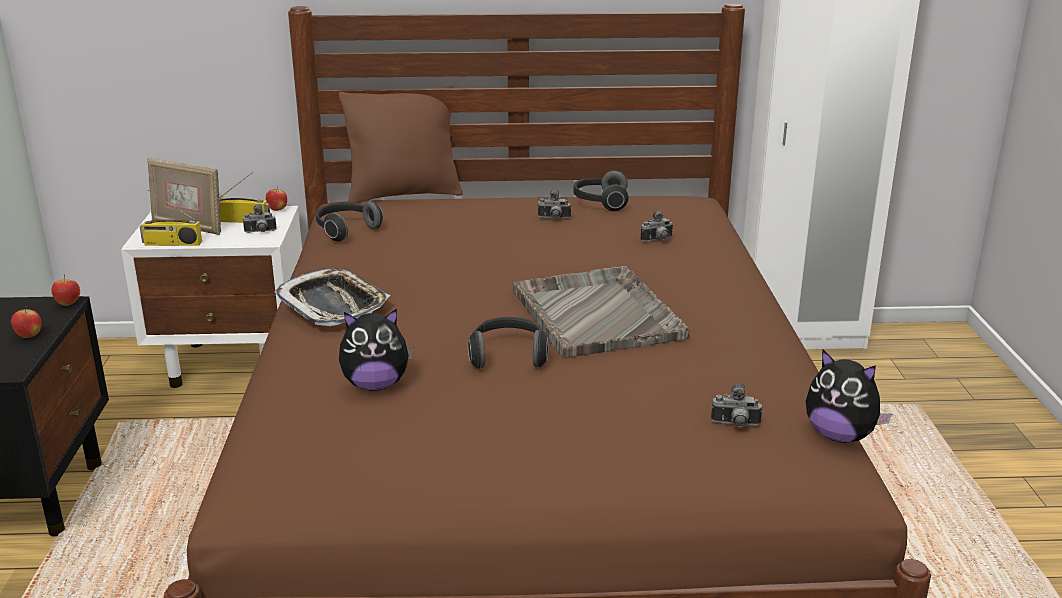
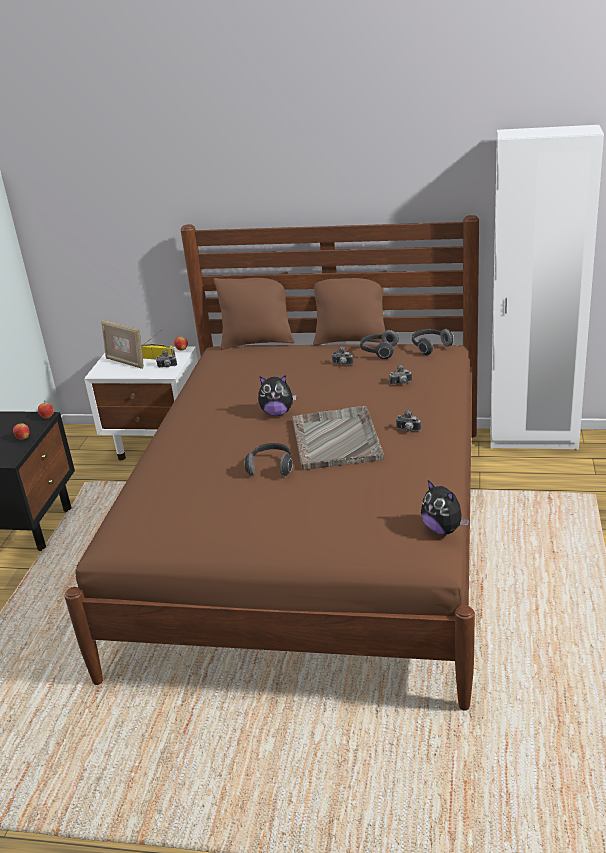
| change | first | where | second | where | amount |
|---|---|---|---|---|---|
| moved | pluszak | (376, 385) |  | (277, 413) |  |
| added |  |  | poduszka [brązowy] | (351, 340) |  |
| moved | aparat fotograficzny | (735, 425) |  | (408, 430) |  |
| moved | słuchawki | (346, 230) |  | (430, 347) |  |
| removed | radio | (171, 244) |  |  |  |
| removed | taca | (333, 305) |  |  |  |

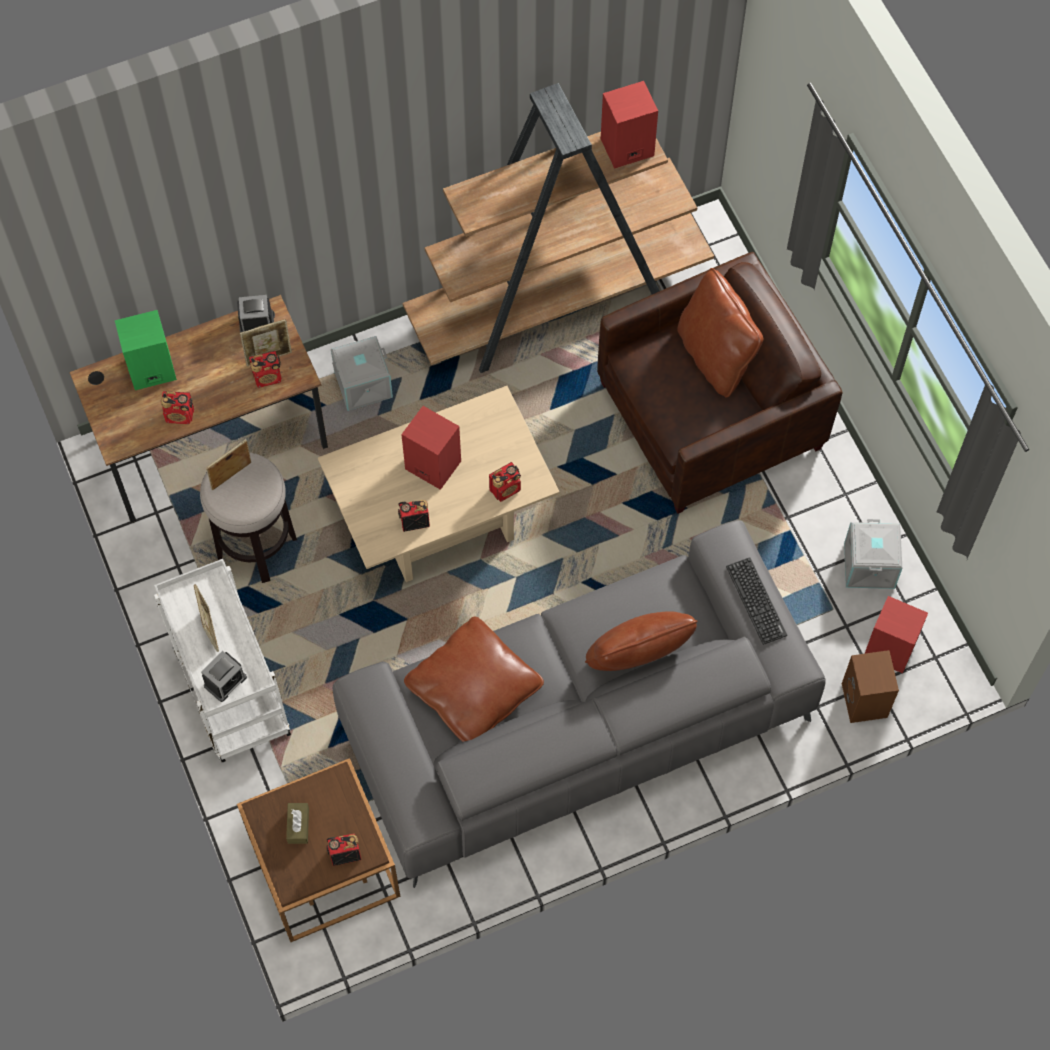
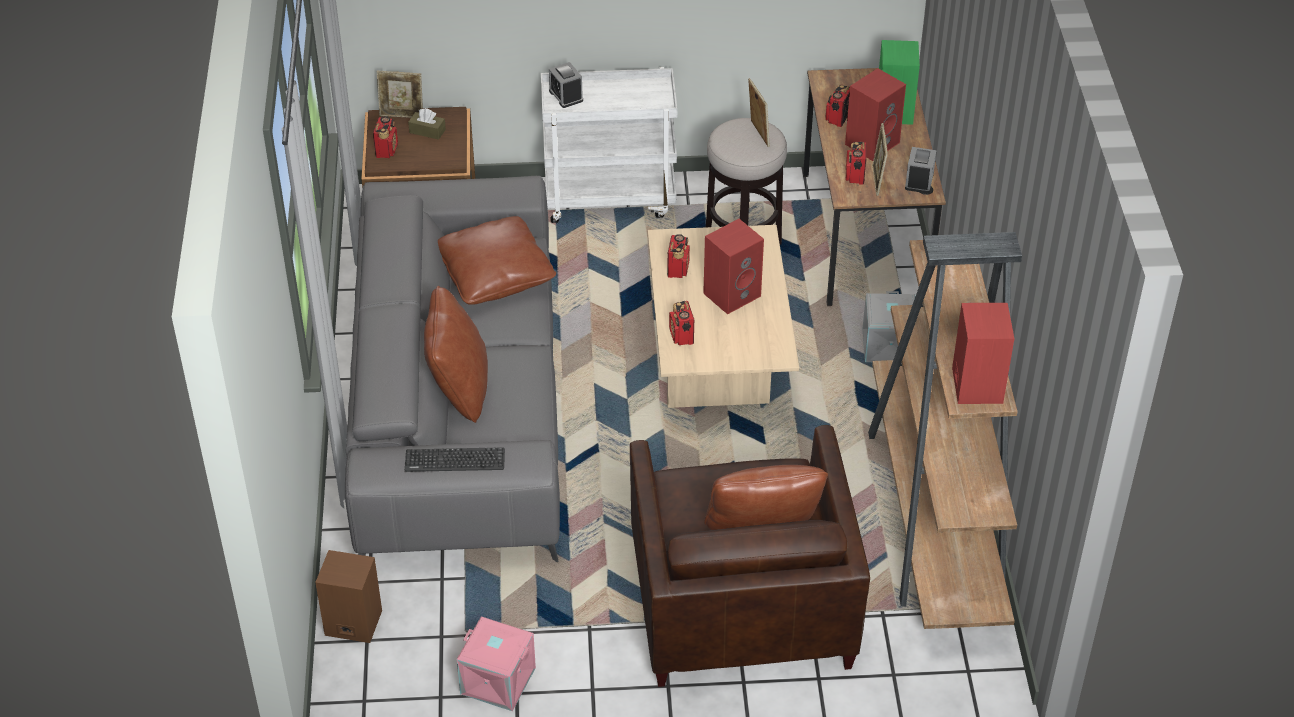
| change | first | where | second | where | amount |
|---|---|---|---|---|---|
| moved | ramka na zdjęcie | (210, 629) |  | (402, 115) |  |
| recoloured | pojemnik do przechowywania [szary] | (870, 566) | pojemnik do przechowywania [różowy] | (497, 681) |  |
| moved | głośnik [czerwony] | (888, 649) |  | (872, 142) |  |

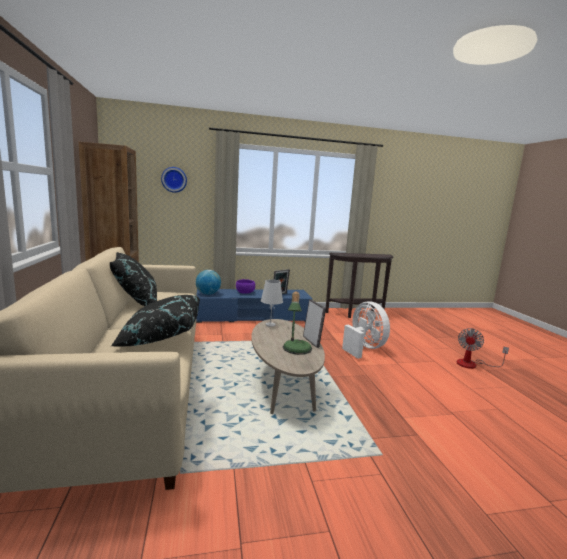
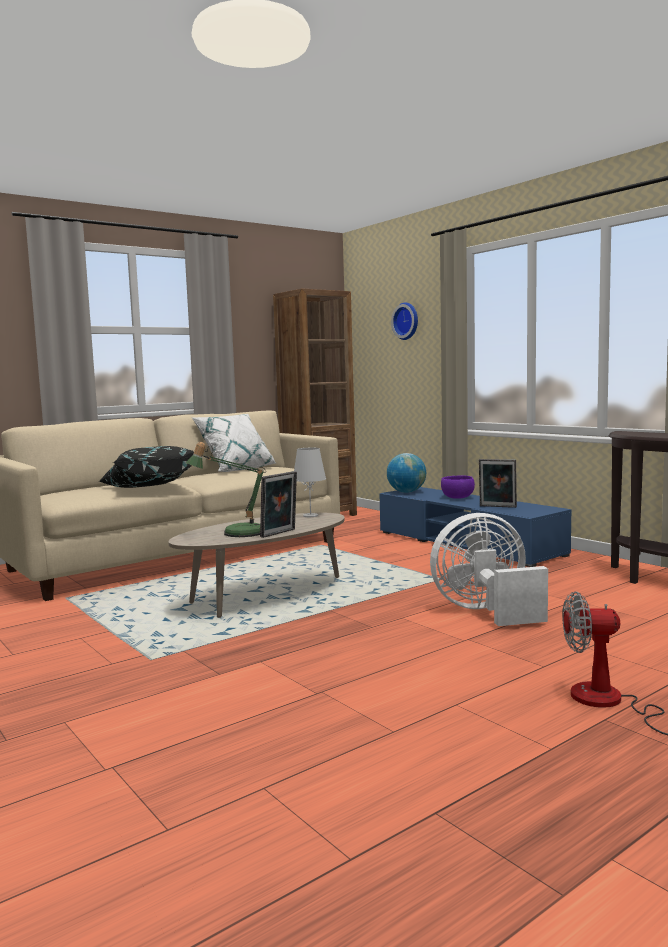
| change | first | where | second | where | amount |
|---|---|---|---|---|---|
| recoloured | poduszka [czarny] | (135, 301) | poduszka [biały] | (237, 469) |  |
| turned | wentylator [biały] | (363, 348) |  | (486, 612) | 135 degrees counterclockwise |

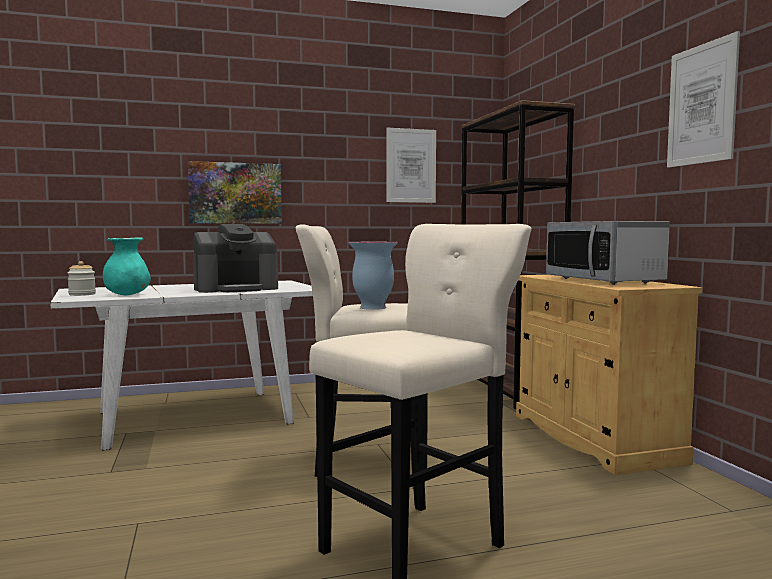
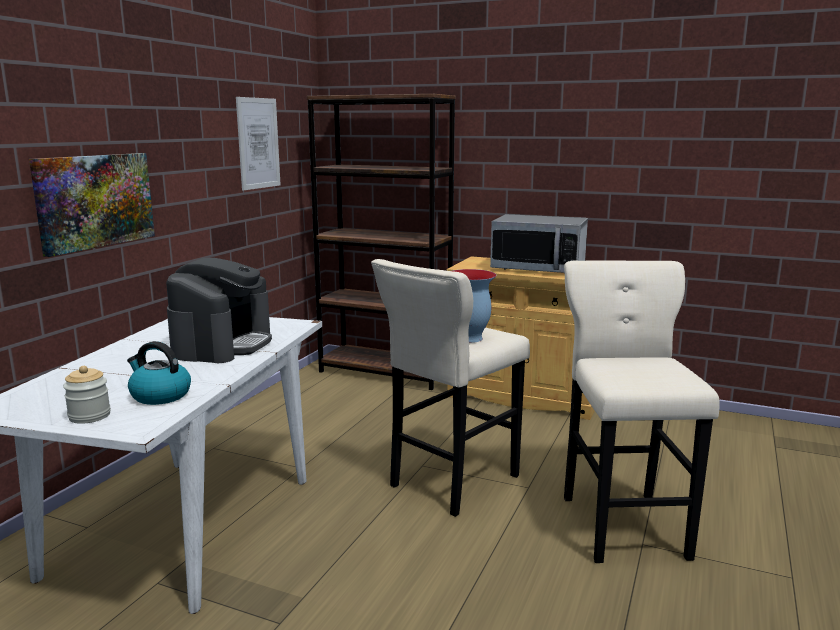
| change | first | where | second | where | amount |
|---|---|---|---|---|---|
| replaced | wazon [turkusowy] | (127, 294) | czajnik | (159, 395) |  |
| removed | obraz | (701, 104) |  |  |  |

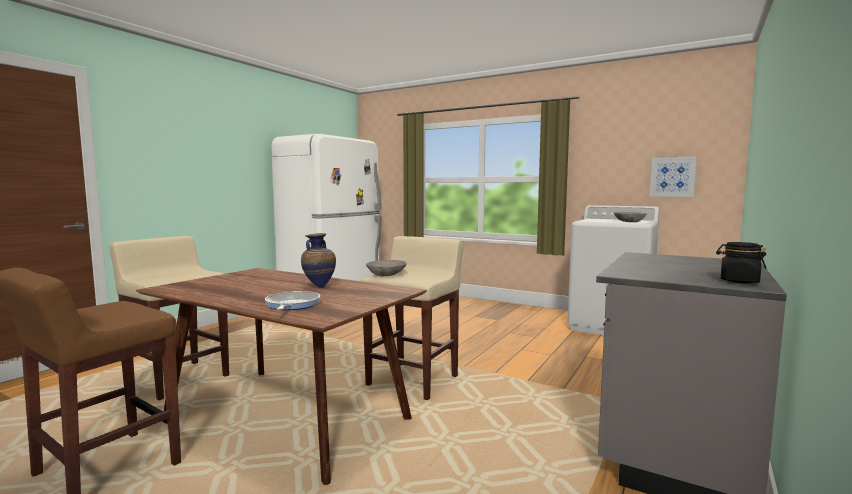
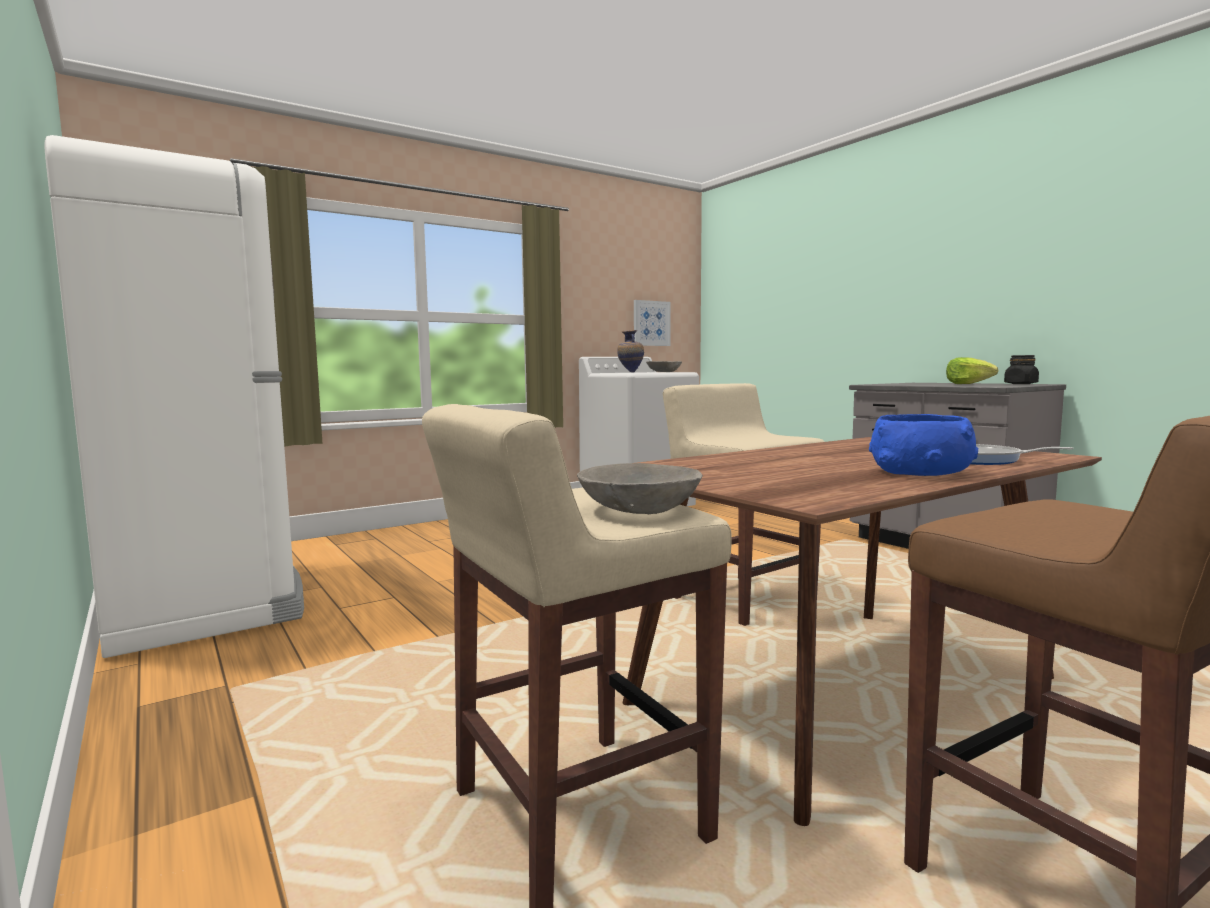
| change | first | where | second | where | amount |
|---|---|---|---|---|---|
| moved | miska [szary] | (386, 274) |  | (638, 509) |  |
| moved | wazon | (319, 287) |  | (630, 372) |  |
| added |  |  | miska [niebieski] | (921, 472) |  |
| added |  |  | sałata | (967, 384) |  |

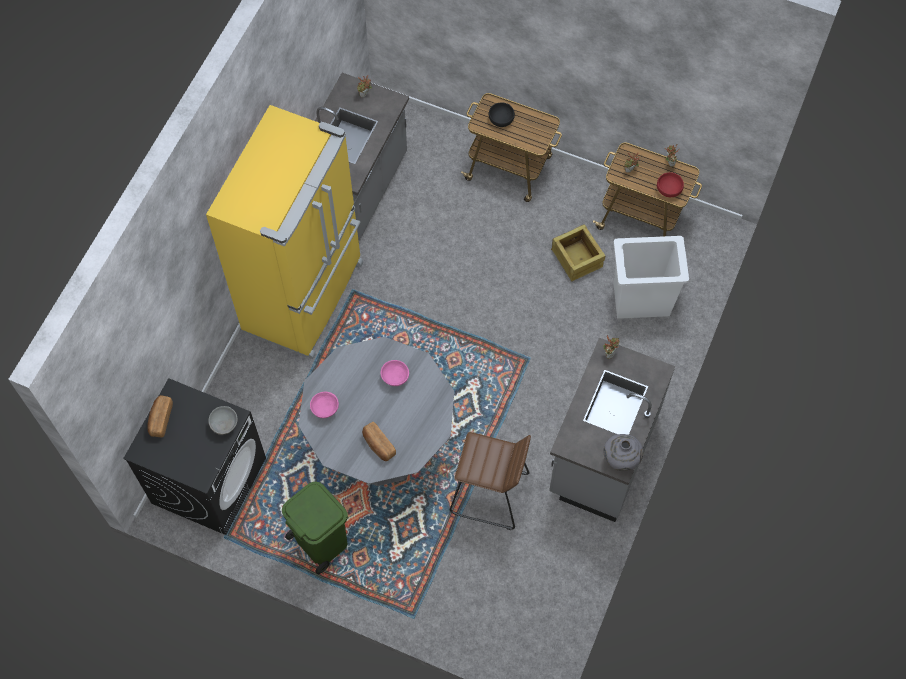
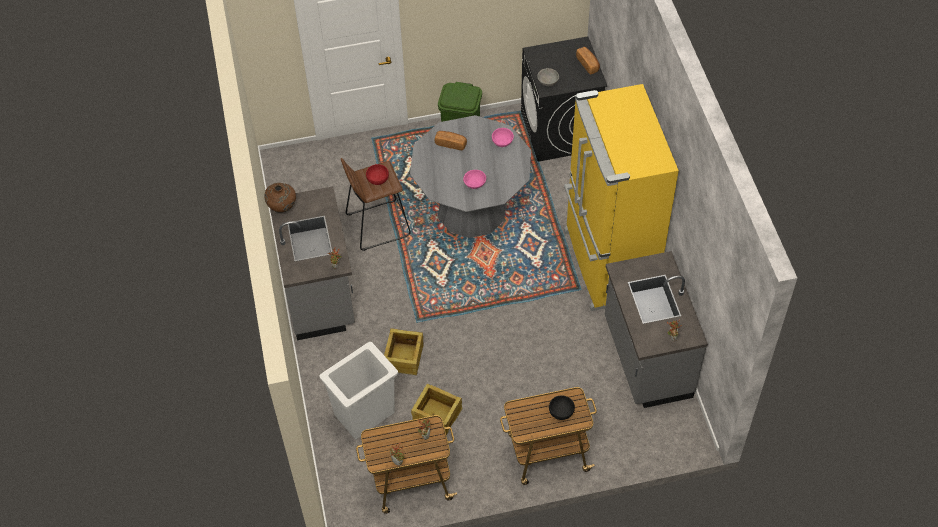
| change | first | where | second | where | amount |
|---|---|---|---|---|---|
| recoloured | wazon [szary] | (620, 460) | wazon [brązowy] | (282, 207) |  |
| moved | miska [czerwony] | (669, 189) |  | (377, 179) |  |
| added |  |  | skrzynka | (403, 357) |  |

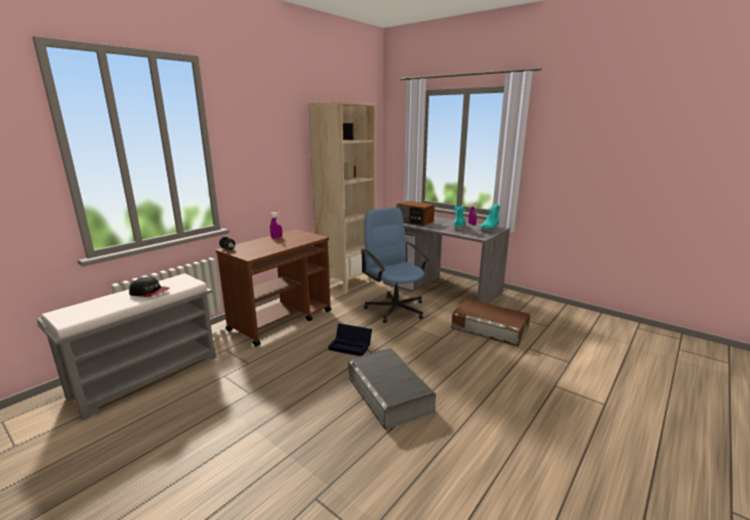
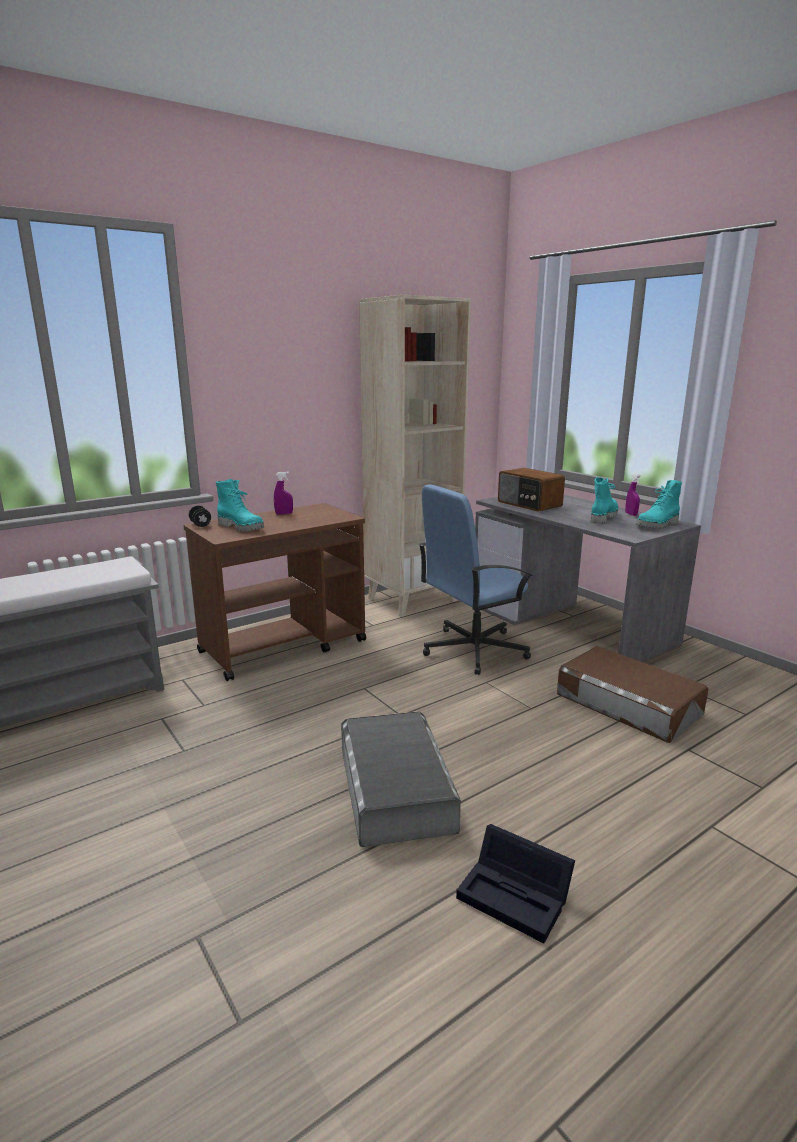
| change | first | where | second | where | amount |
|---|---|---|---|---|---|
| added |  |  | but z cholewką [turkusowy] | (242, 527) |  |
| turned | krzesło biurowe [niebieski] | (395, 309) |  | (473, 650) | 105 degrees counterclockwise |
| moved | pojemnik do przechowywania [czarny] | (351, 346) |  | (517, 896) |  |
| removed | czapka z daszkiem | (150, 292) |  |  |  |

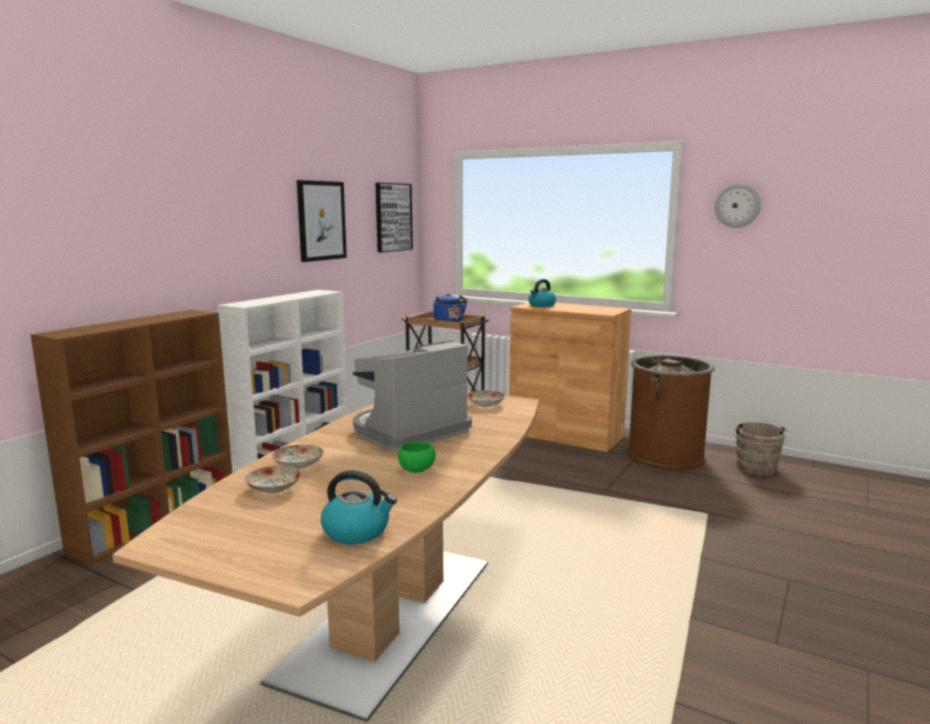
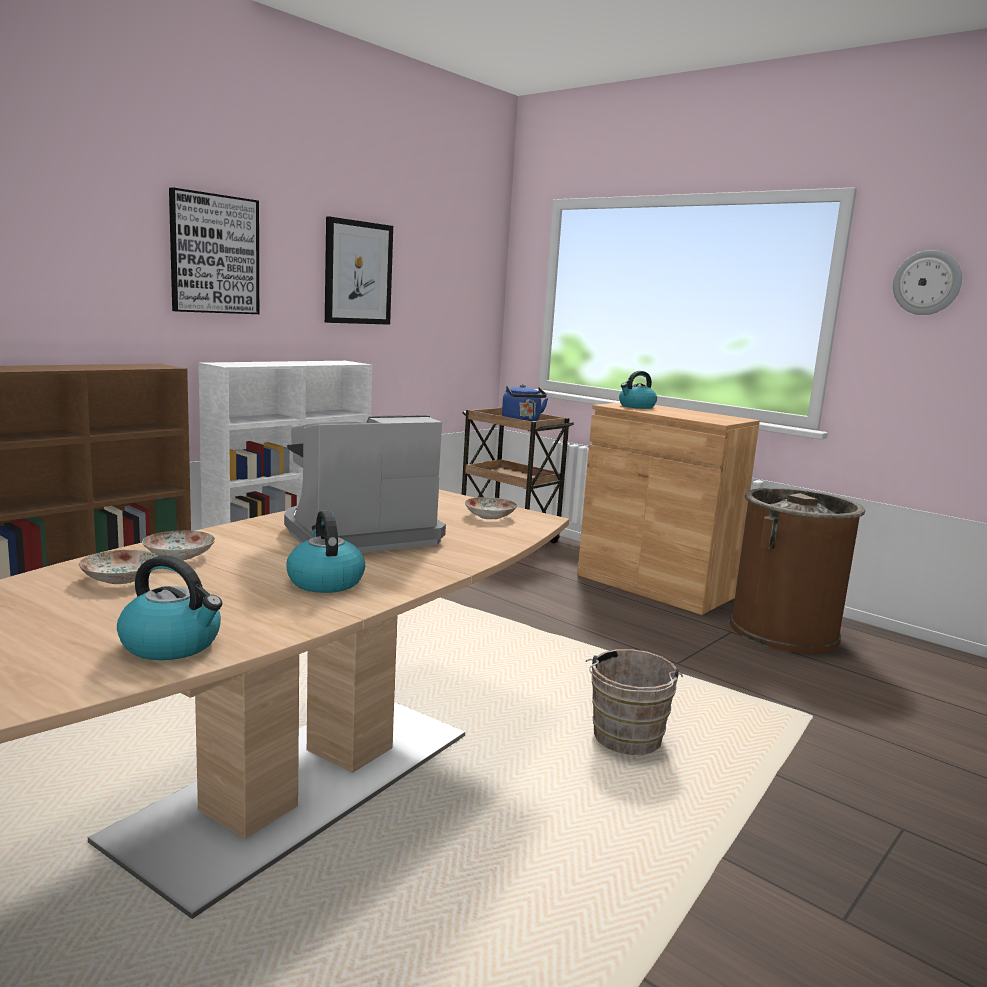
| change | first | where | second | where | amount |
|---|---|---|---|---|---|
| moved | obraz | (393, 217) |  | (214, 254) |  |
| replaced | miska [zielony] | (417, 470) | czajnik | (325, 581) |  |
| moved | wiadro [brązowy] | (757, 469) |  | (625, 741) |  |

